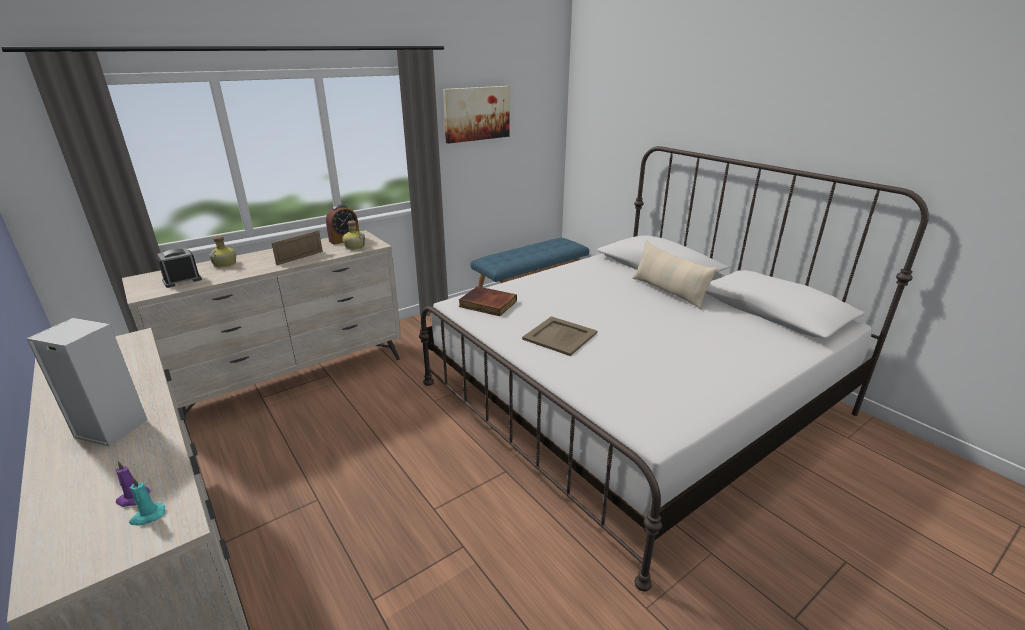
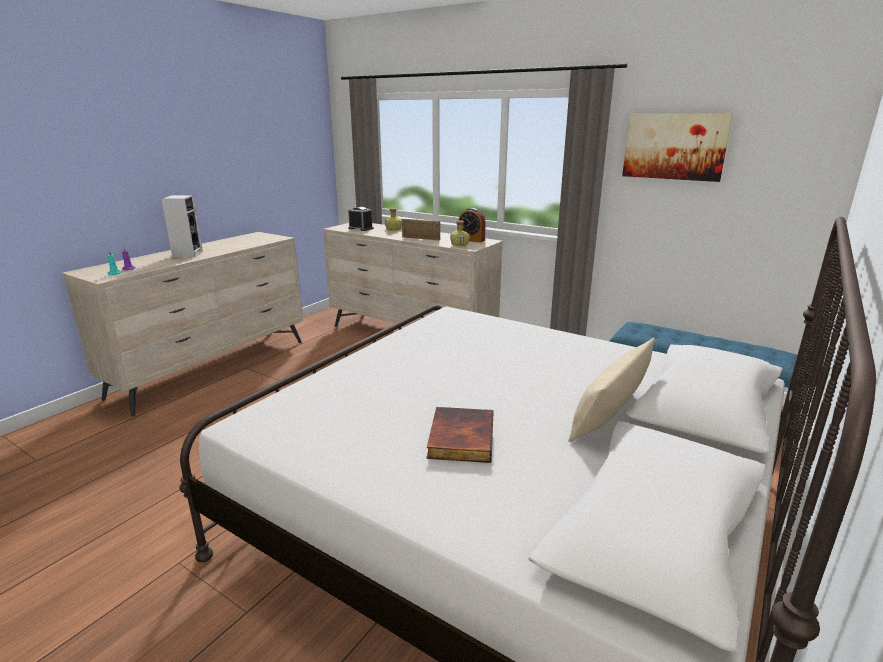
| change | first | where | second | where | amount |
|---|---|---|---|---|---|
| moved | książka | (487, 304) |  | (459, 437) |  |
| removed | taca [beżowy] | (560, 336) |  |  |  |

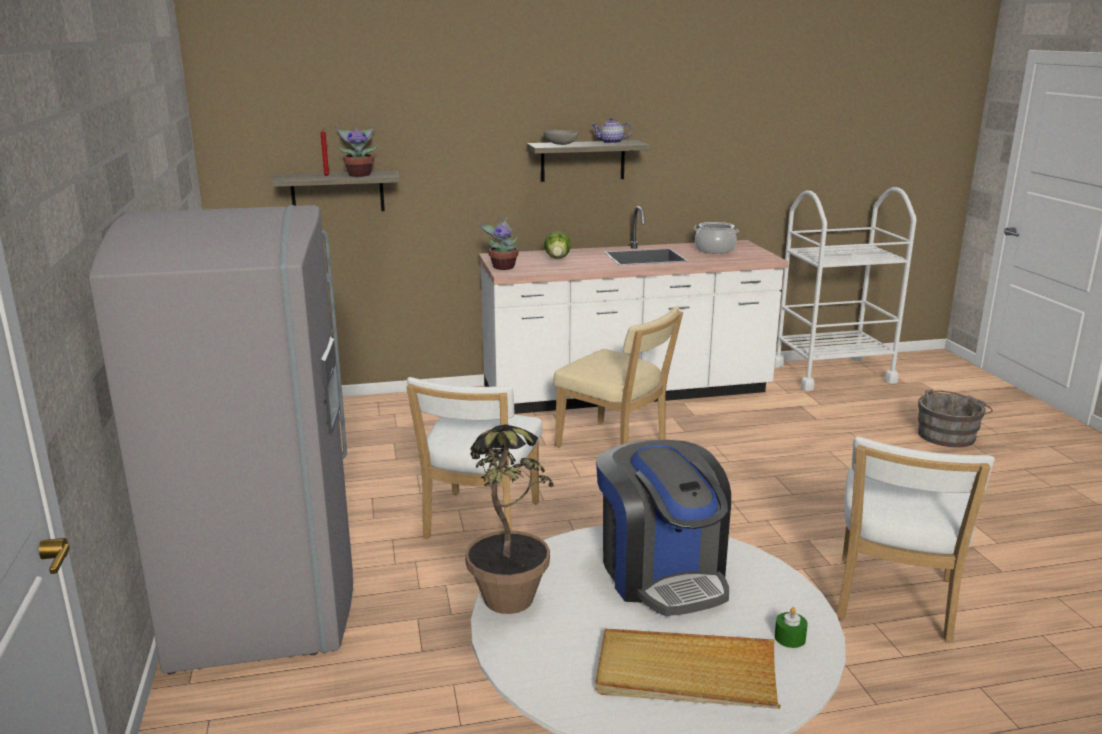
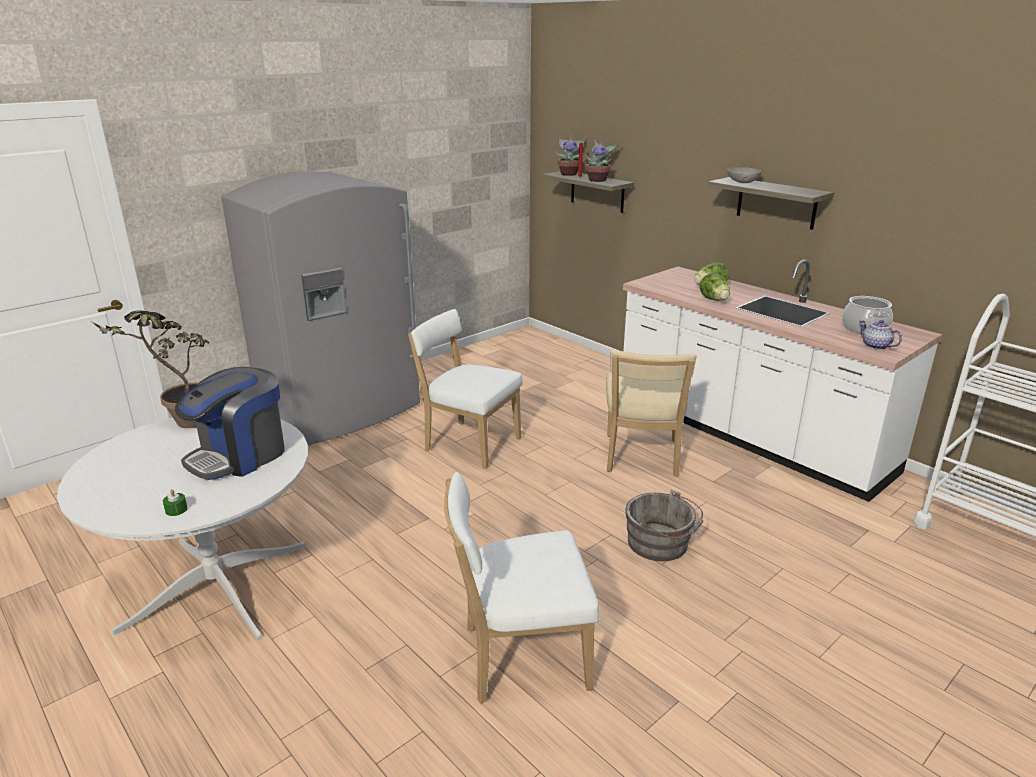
| change | first | where | second | where | amount |
|---|---|---|---|---|---|
| turned | krzesło [biały] | (479, 524) |  | (469, 443) | 45 degrees clockwise |
| moved | roślina doniczkowa | (502, 267) |  | (569, 174) |  |
| moved | wiadro [szary] | (949, 435) |  | (661, 544) |  |
| added |  |  | sałata | (715, 300) |  |
| moved | imbryk | (611, 142) |  | (875, 346) |  |
| removed | taca [beżowy] | (686, 675) |  |  |  |

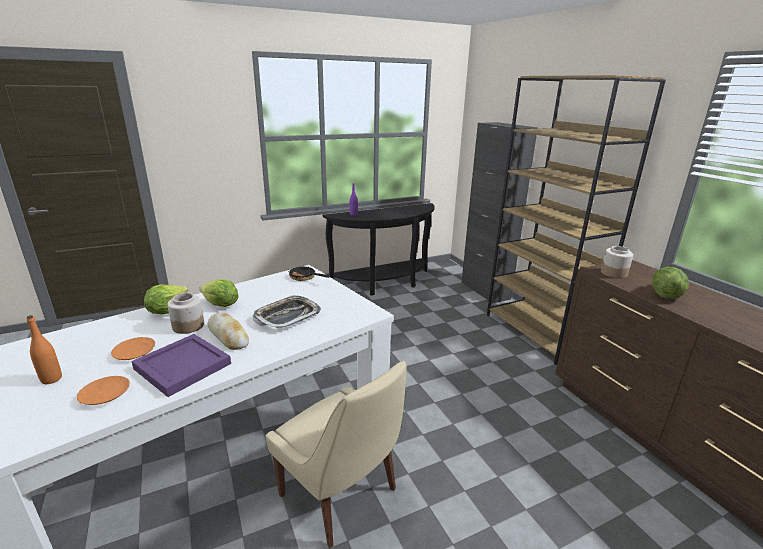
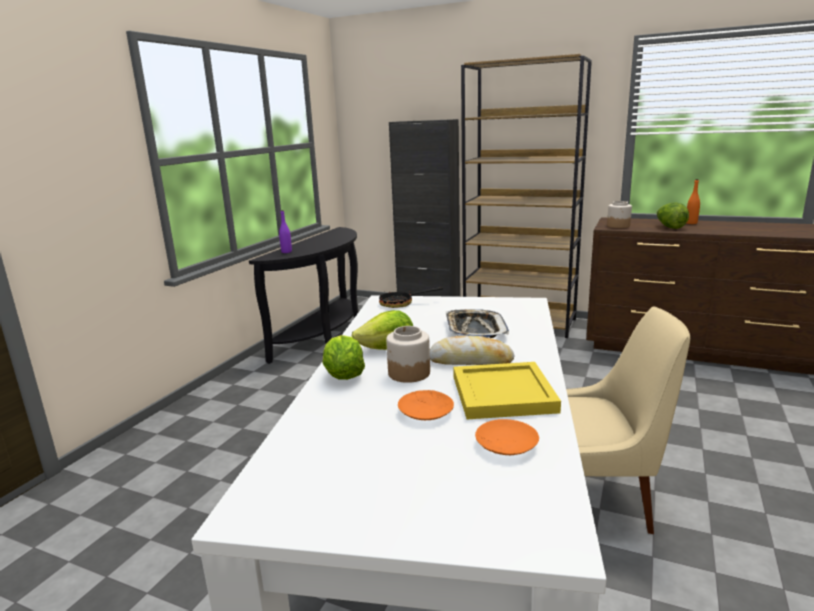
| change | first | where | second | where | amount |
|---|---|---|---|---|---|
| recoloured | taca [fioletowy] | (182, 367) | taca [żółty] | (505, 394) |  |
| moved | butelka [pomarańczowy] | (51, 379) |  | (691, 223) |  |

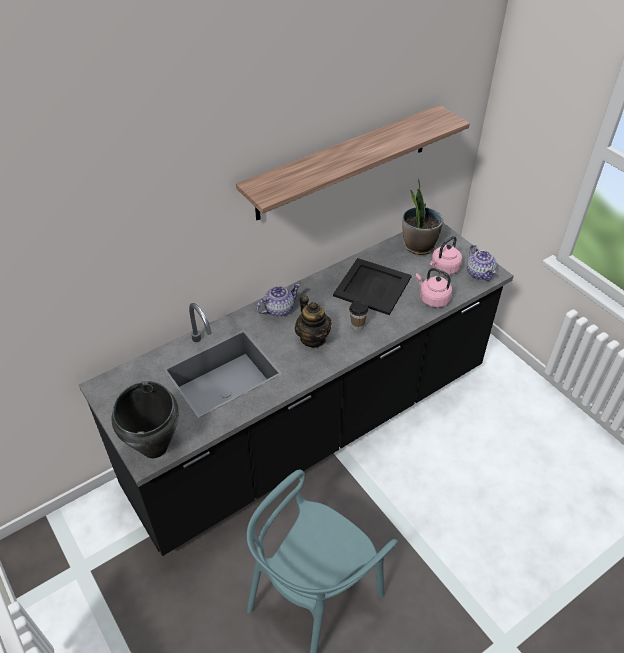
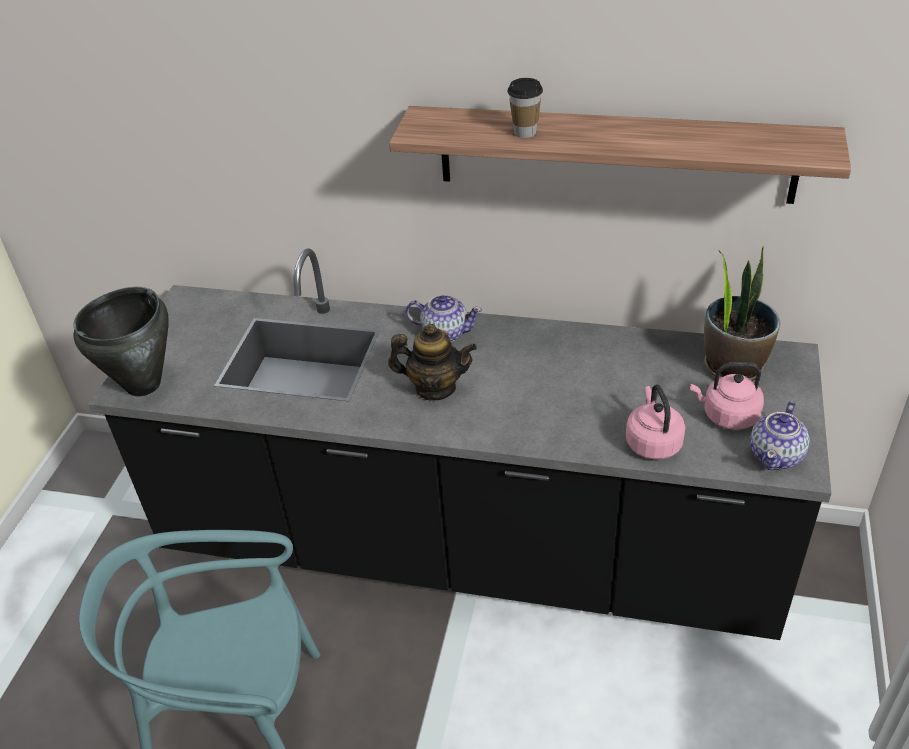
| change | first | where | second | where | amount |
|---|---|---|---|---|---|
| turned | imbryk | (313, 338) |  | (435, 388) | 105 degrees counterclockwise |
| moved | filiżanka | (357, 326) |  | (525, 132) |  |
| removed | taca [czarny] | (372, 286) |  |  |  |

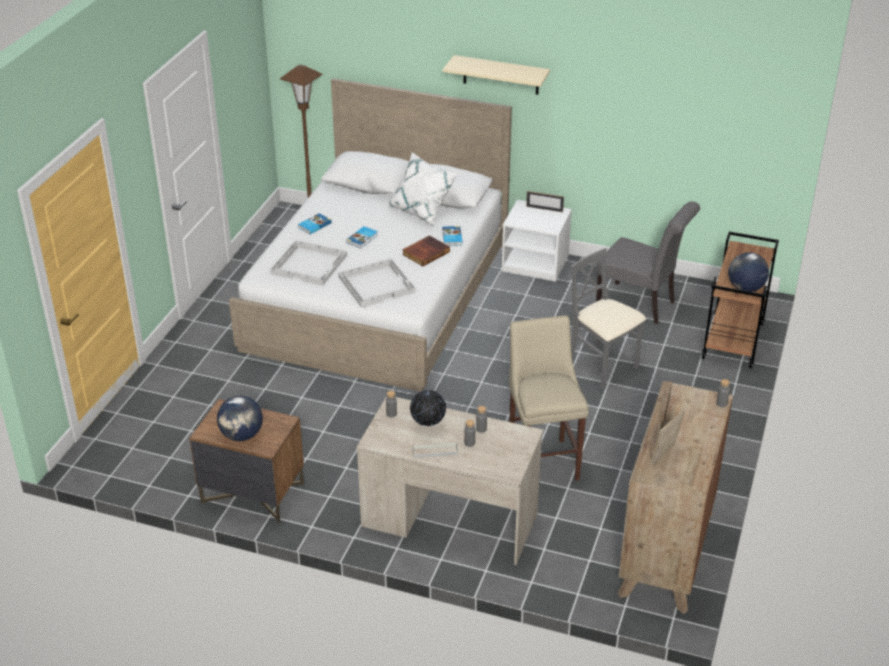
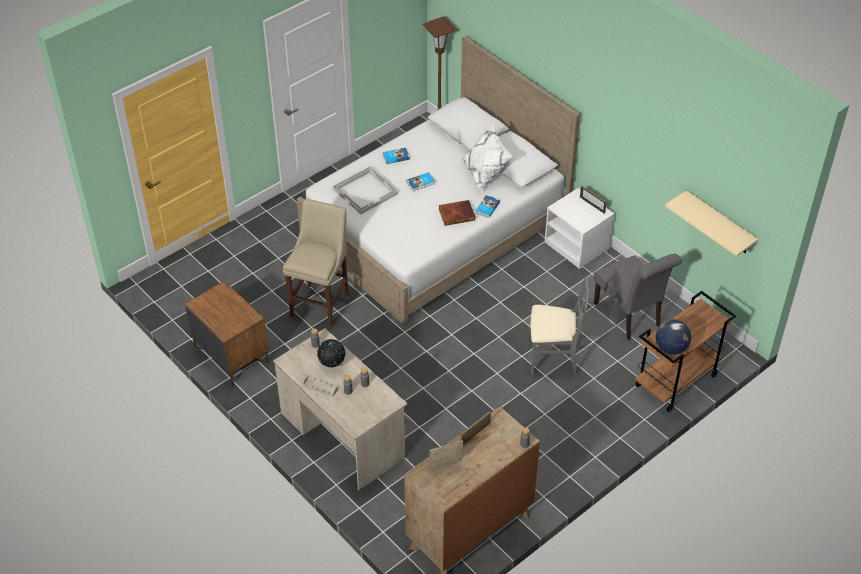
| change | first | where | second | where | amount |
|---|---|---|---|---|---|
| moved | stołek [beżowy] | (542, 460) |  | (321, 303) |  |
| turned | krzesło [szary] | (602, 365) |  | (553, 358) | 105 degrees clockwise |
| moved | półka [beżowy] | (501, 75) |  | (719, 223) |  |
| removed | globus | (241, 435) |  |  |  |
| removed | taca [biały] | (377, 284) |  |  |  |

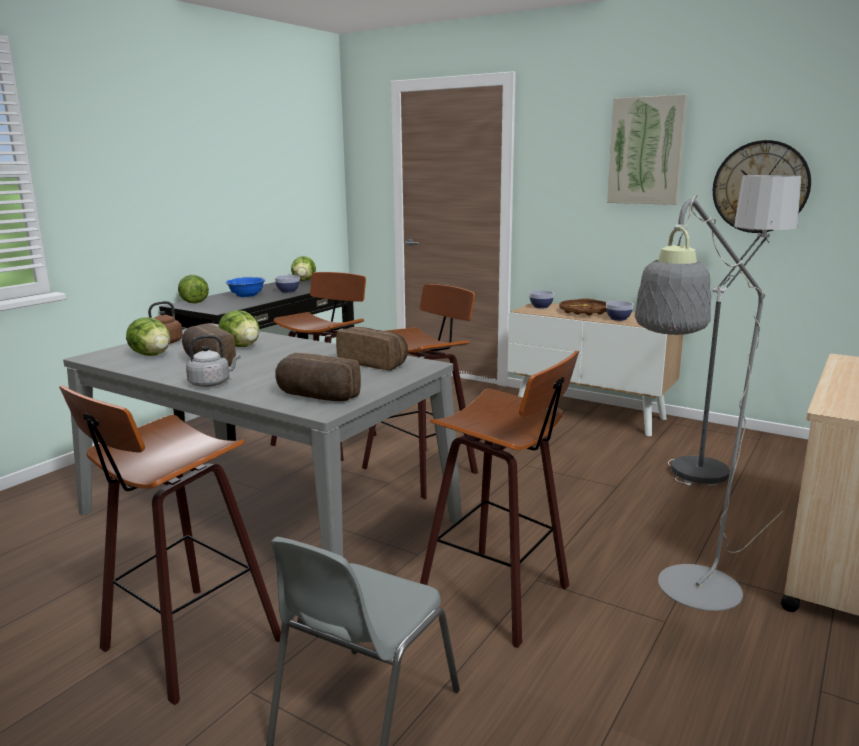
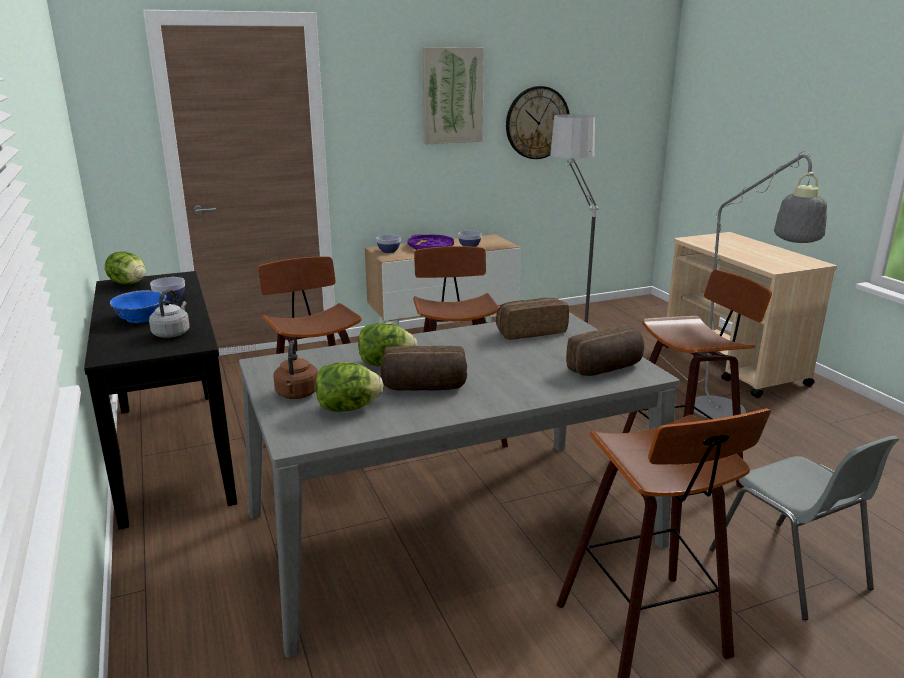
| change | first | where | second | where | amount |
|---|---|---|---|---|---|
| moved | czajnik [szary] | (212, 383) |  | (172, 333) |  |
| recoloured | taca [brązowy] | (584, 311) | taca [fioletowy] | (430, 247) |  |
| removed | sałata | (194, 302) |  |  |  |

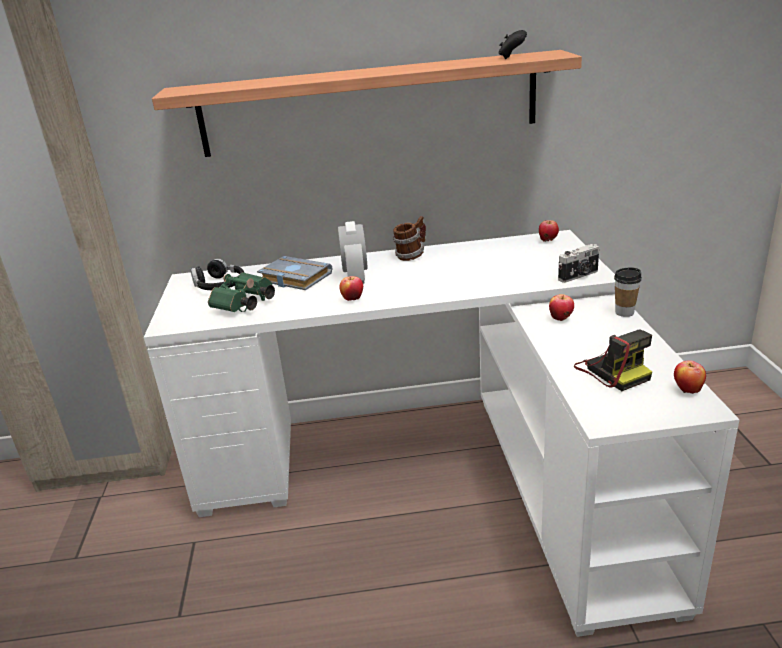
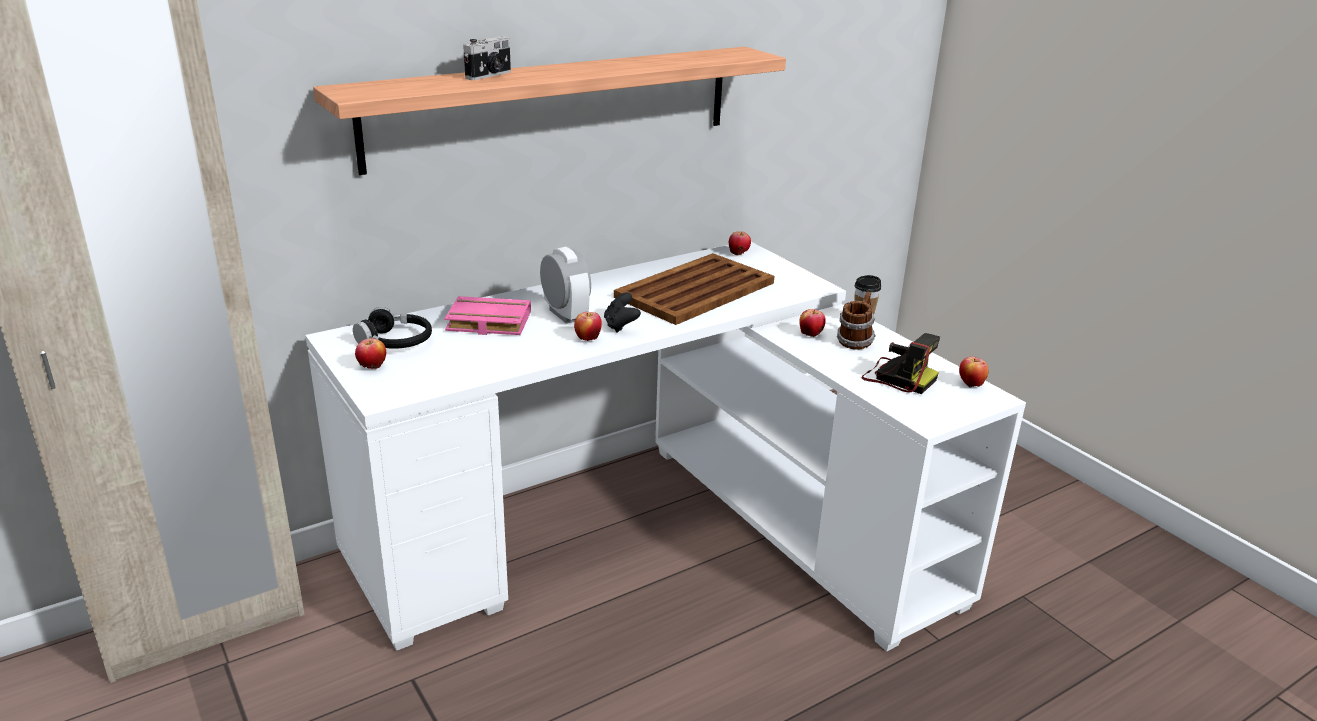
| change | first | where | second | where | amount |
|---|---|---|---|---|---|
| added |  |  | jabłko | (372, 368) |  |
| recoloured | książka [szary] | (293, 278) | książka [różowy] | (486, 323) |  |
| moved | aparat fotograficzny | (579, 276) |  | (490, 75) |  |
| moved | pad do gier [czarny] | (512, 57) |  | (620, 326) |  |
| added |  |  | taca [brązowy] | (694, 290) |  |
| moved | kubek | (411, 255) |  | (855, 341) |  |
| removed | lornetka [zielony] | (244, 305) |  |  |  |

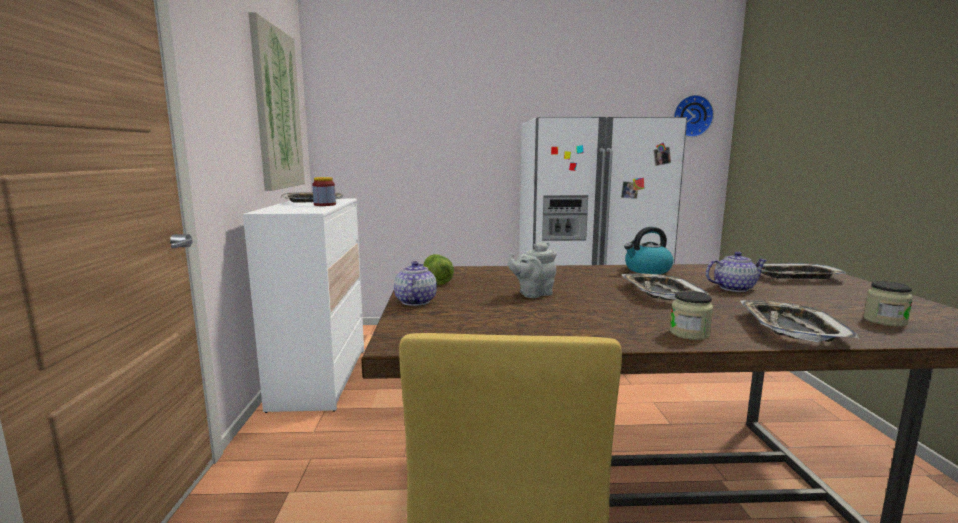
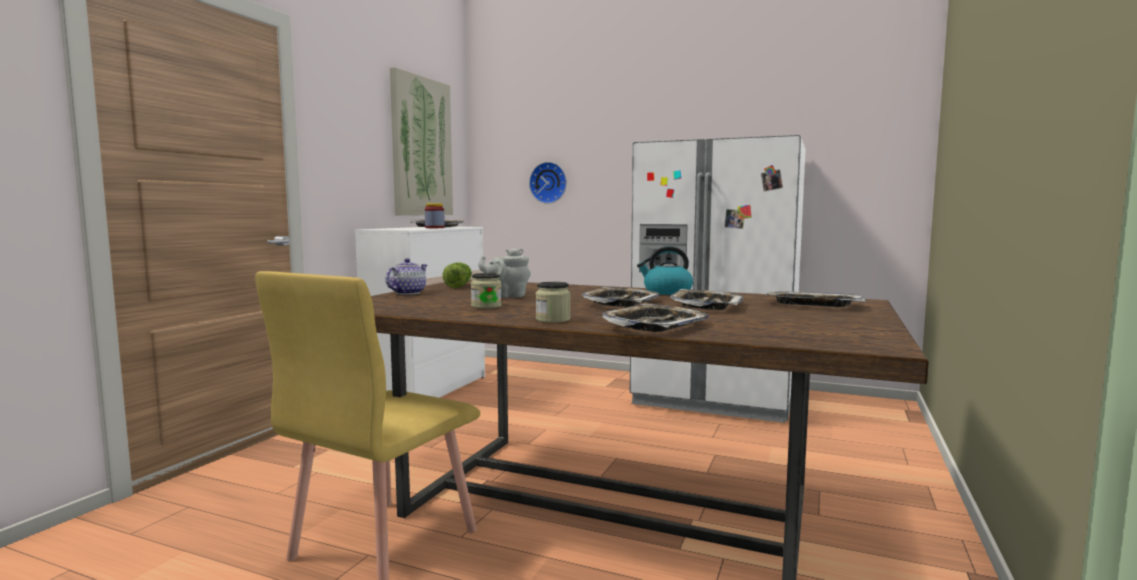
| change | first | where | second | where | amount |
|---|---|---|---|---|---|
| moved | słoik | (884, 321) |  | (486, 306) |  |
| moved | zegar ścienny | (692, 116) |  | (549, 182) |  |
| replaced | imbryk | (733, 288) | taca | (706, 306) |  |

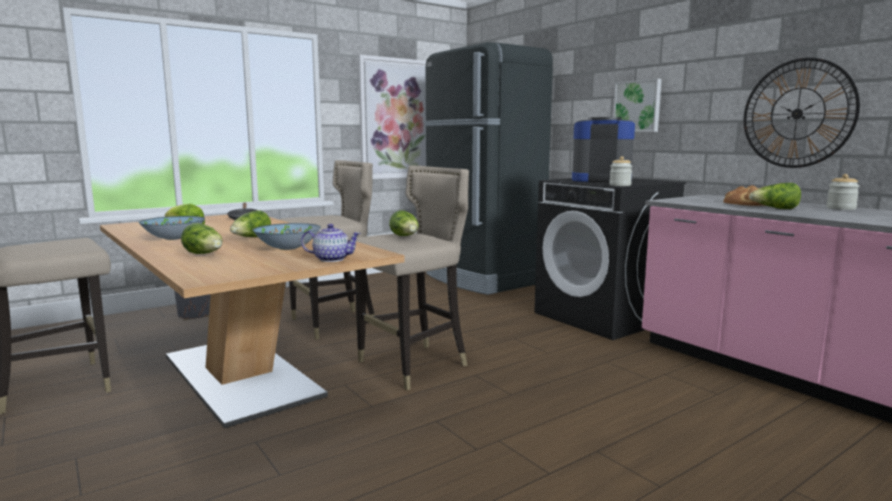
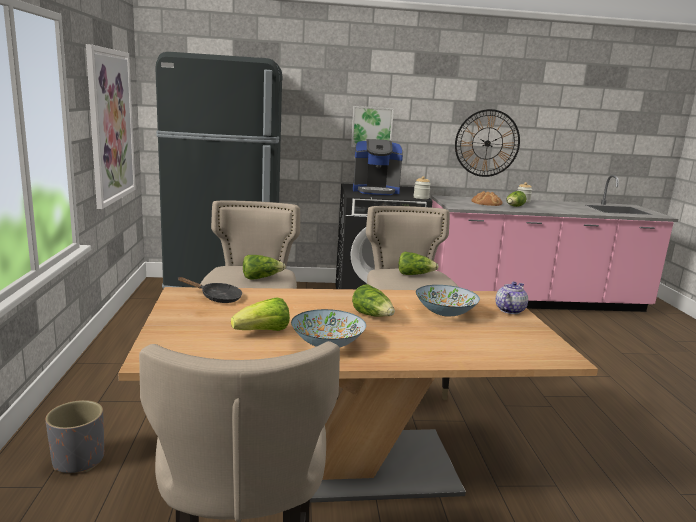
| change | first | where | second | where | amount |
|---|---|---|---|---|---|
| moved | sałata | (205, 254) |  | (261, 278) |  |
| turned | ekspres do kawy | (600, 180) |  | (376, 191) | 135 degrees counterclockwise |

